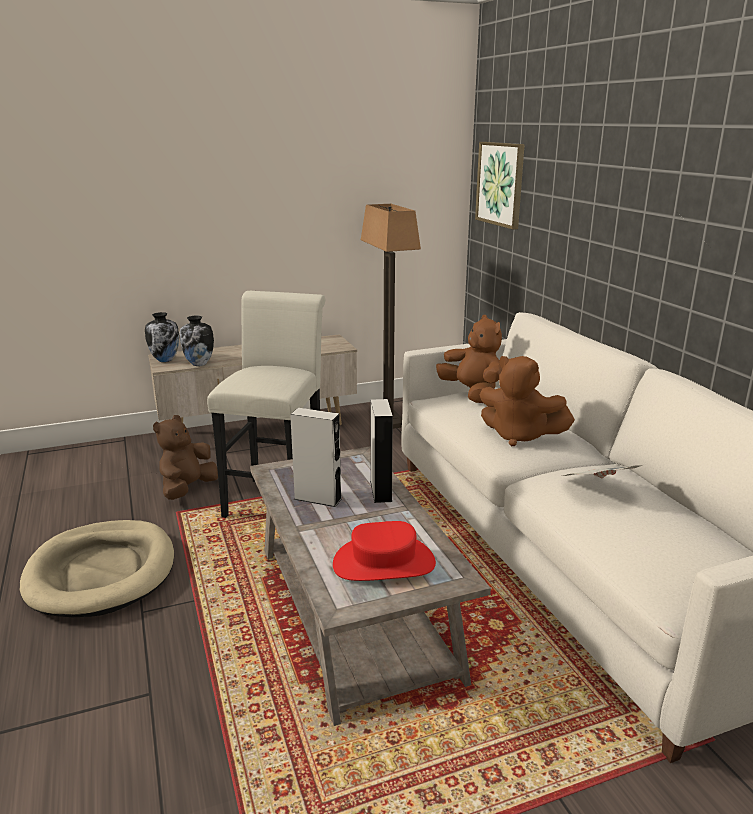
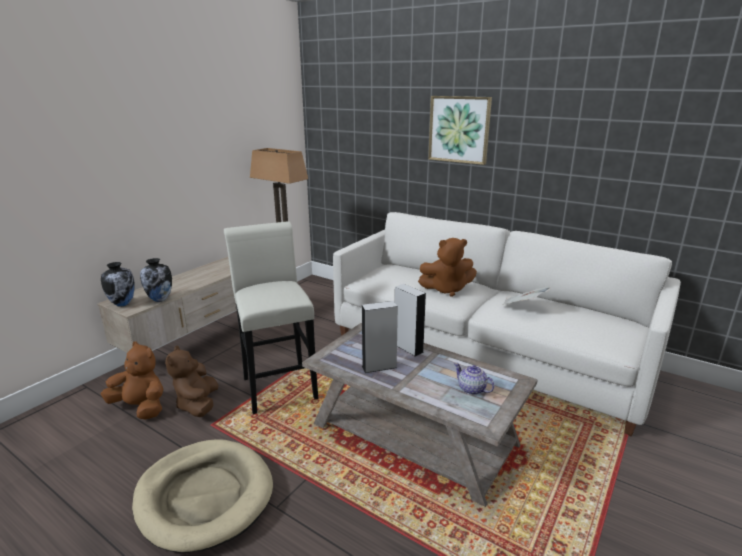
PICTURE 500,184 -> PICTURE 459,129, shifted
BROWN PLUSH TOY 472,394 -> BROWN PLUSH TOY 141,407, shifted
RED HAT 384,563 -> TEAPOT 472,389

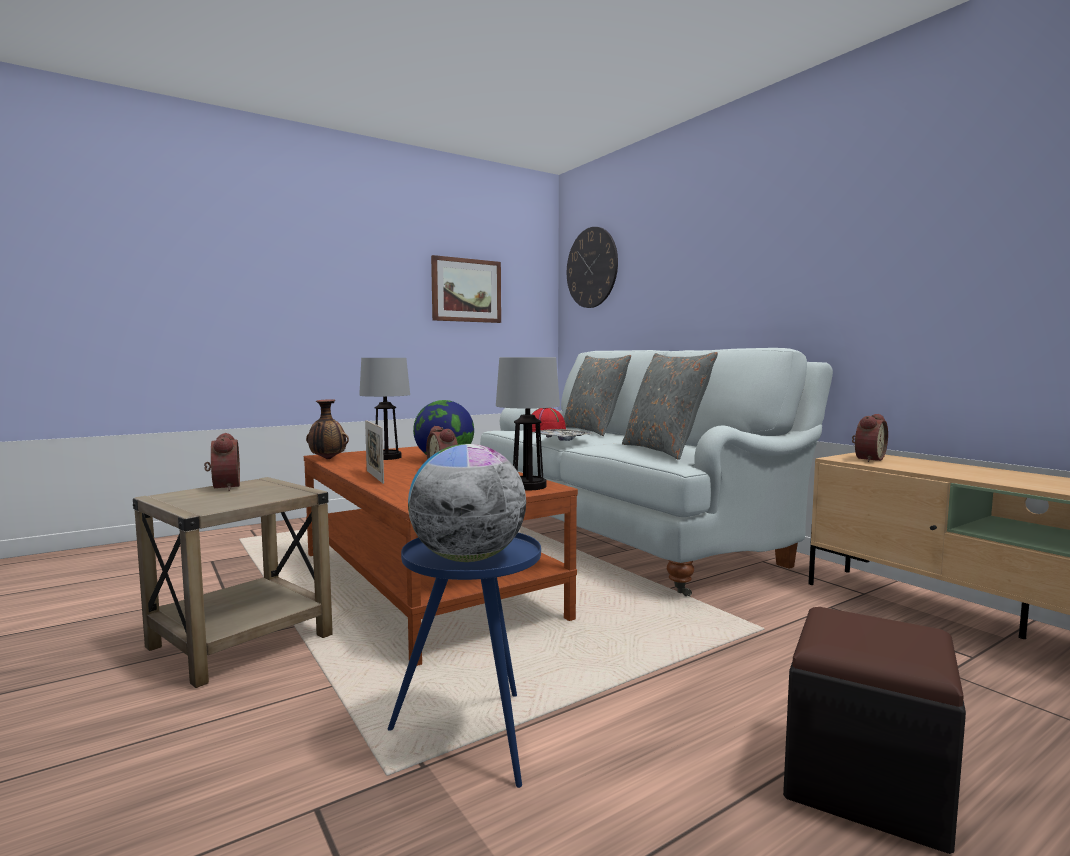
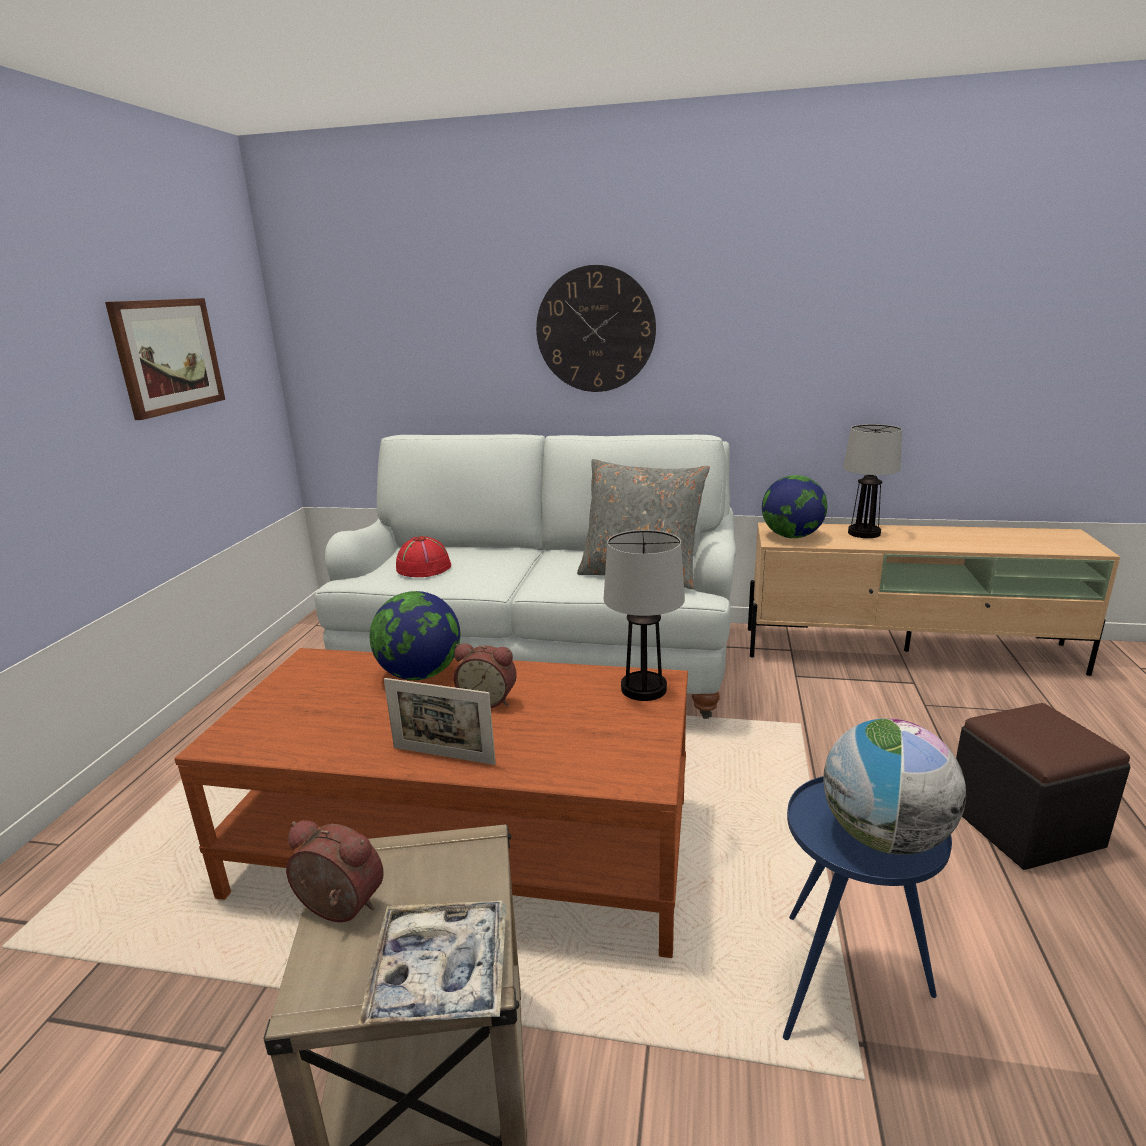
WALL CLOCK 591,268 -> WALL CLOCK 595,330, shifted
GREY PILLOW 593,431 -> none
TABLE LAMP 387,457 -> TABLE LAMP 863,533, shifted
VASE 327,459 -> none
ALARM CLOCK 867,459 -> GLOBE 792,536
TRAY 562,439 -> TRAY 440,972, shifted

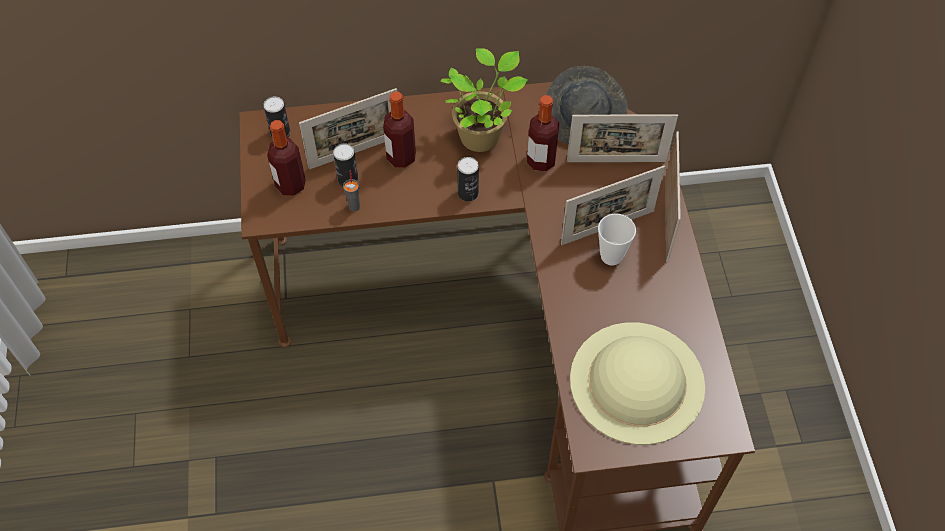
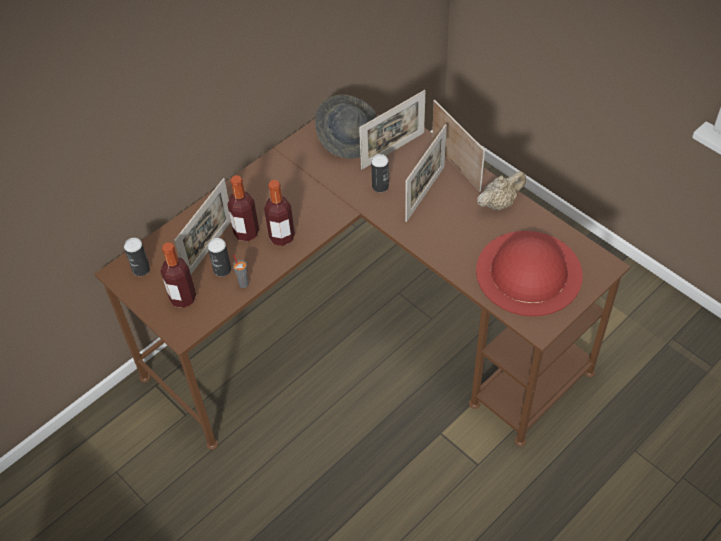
POTTED PLANT 482,135 -> none
BOTTLE 541,161 -> BOTTLE 282,237, shifted
CAN 468,193 -> CAN 380,186, shifted
CUP 611,256 -> none
BEIGE HAT 636,381 -> RED HAT 528,272
none -> BEIGE TEAPOT 499,203

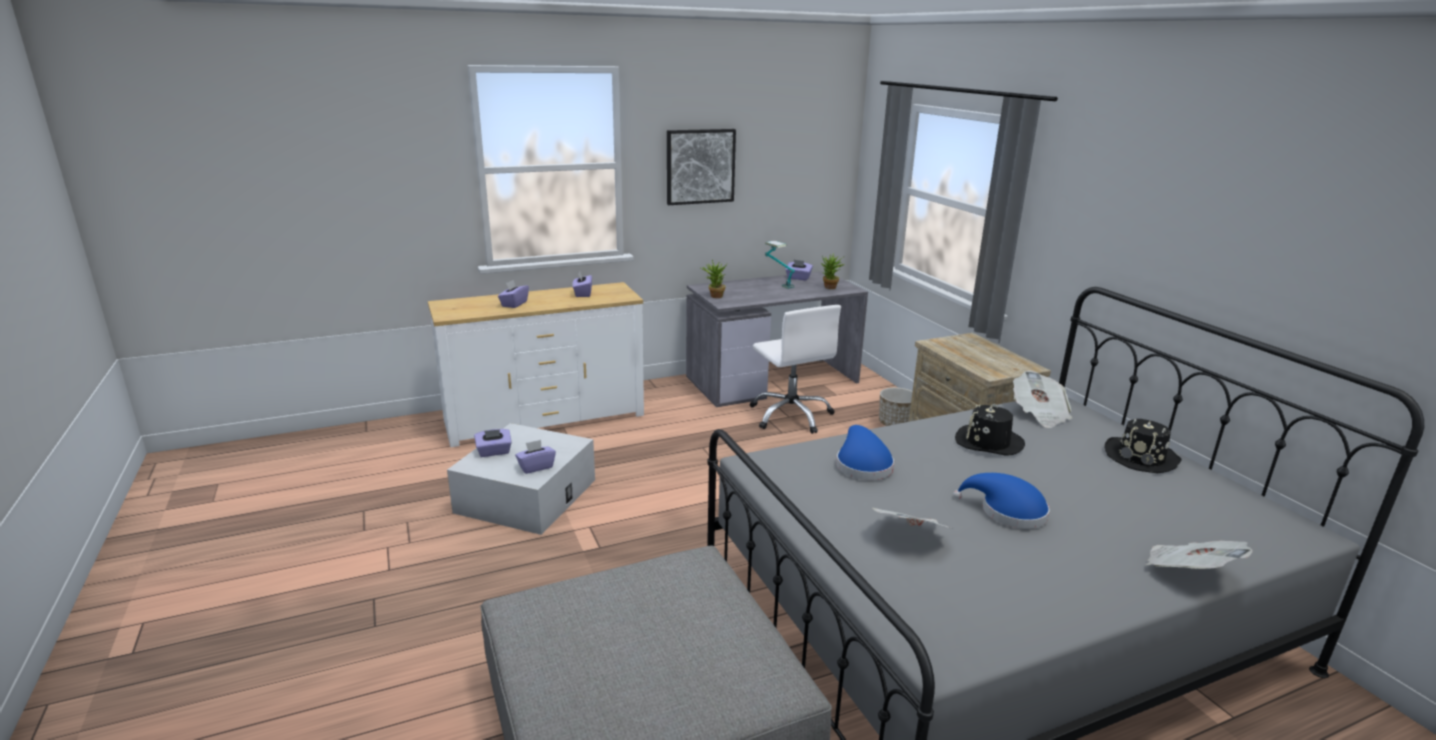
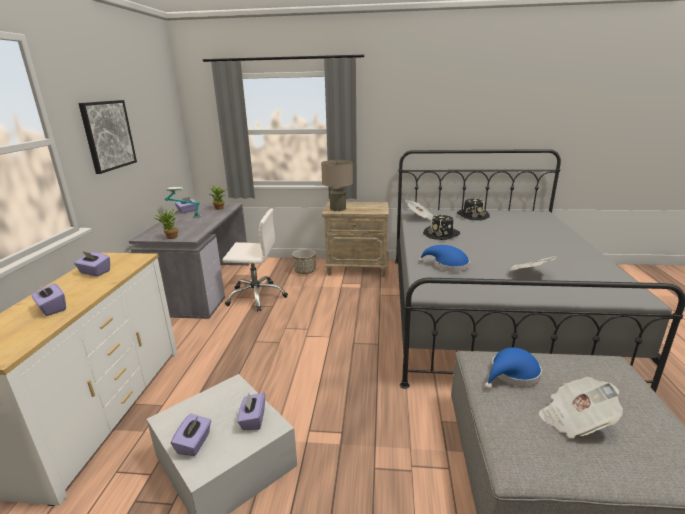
BLUE HAT 1007,512 -> BLUE HAT 512,374, shifted
NEWSPAPER 1188,572 -> NEWSPAPER 575,420, shifted
none -> BEIGE TABLE LAMP 338,208

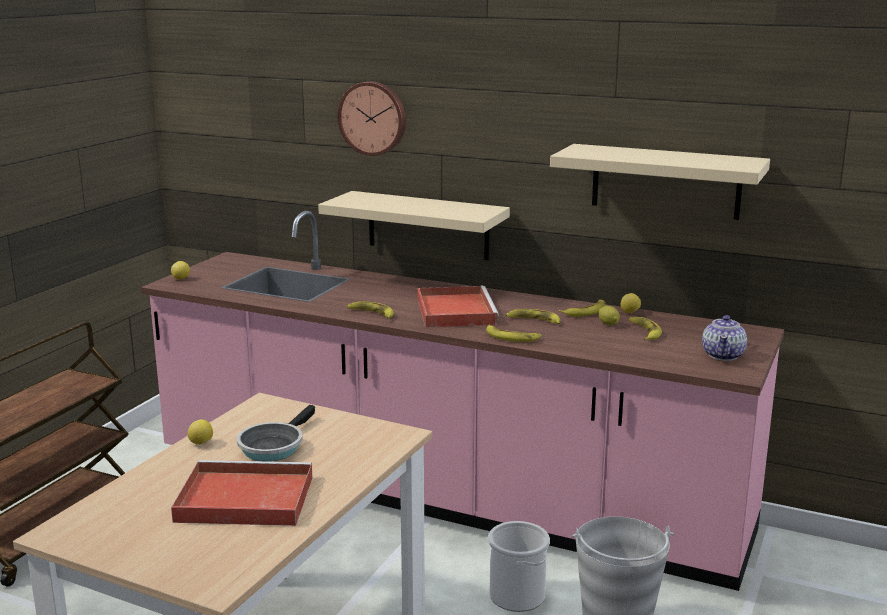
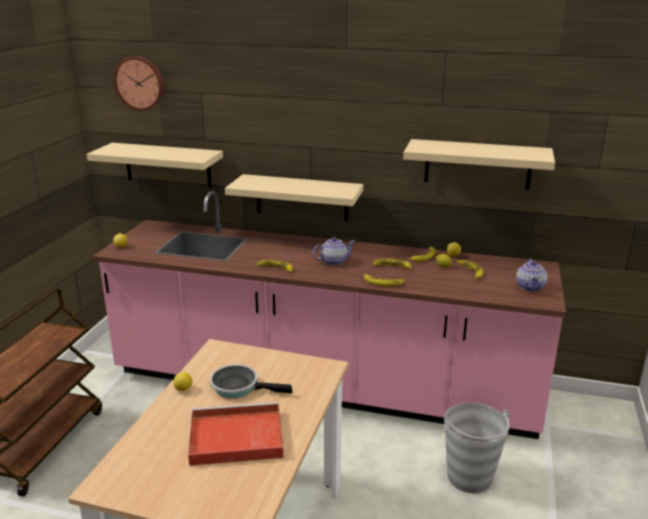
WALL CLOCK 373,118 -> WALL CLOCK 140,83, shifted
RED TRAY 454,310 -> TEAPOT 333,262
FRYING PAN 273,446 -> FRYING PAN 239,387, 90 degrees clockwise
BUCKET 517,596 -> none
none -> BEIGE SHELF 168,165

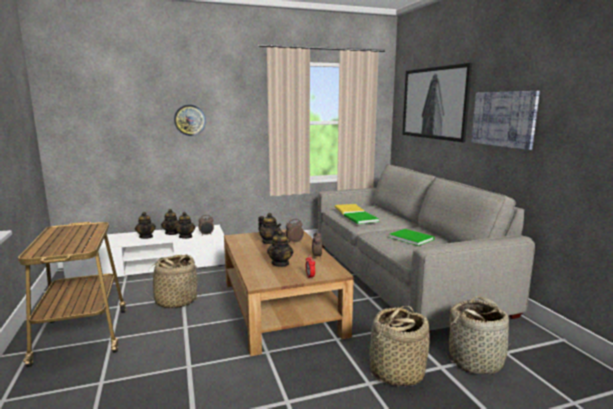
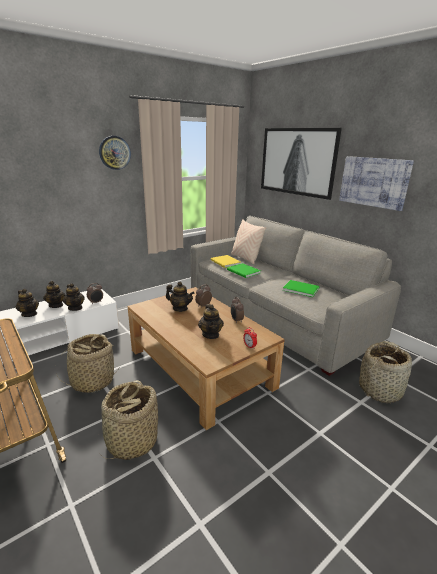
WALL CLOCK 189,120 -> WALL CLOCK 114,152, shifted
BASKET 396,372 -> BASKET 131,441, shifted
none -> BEIGE PILLOW 245,258

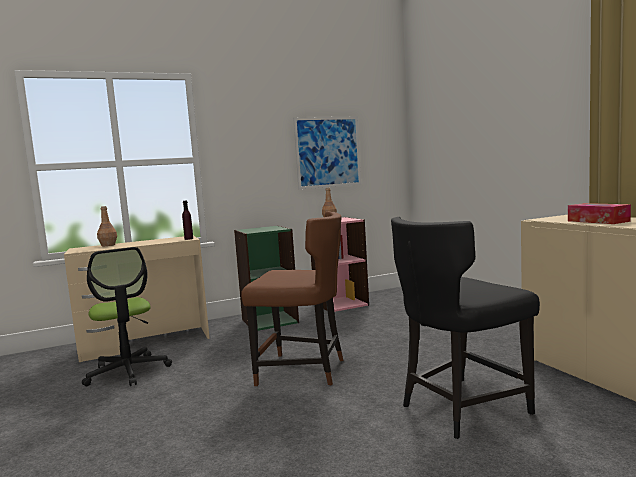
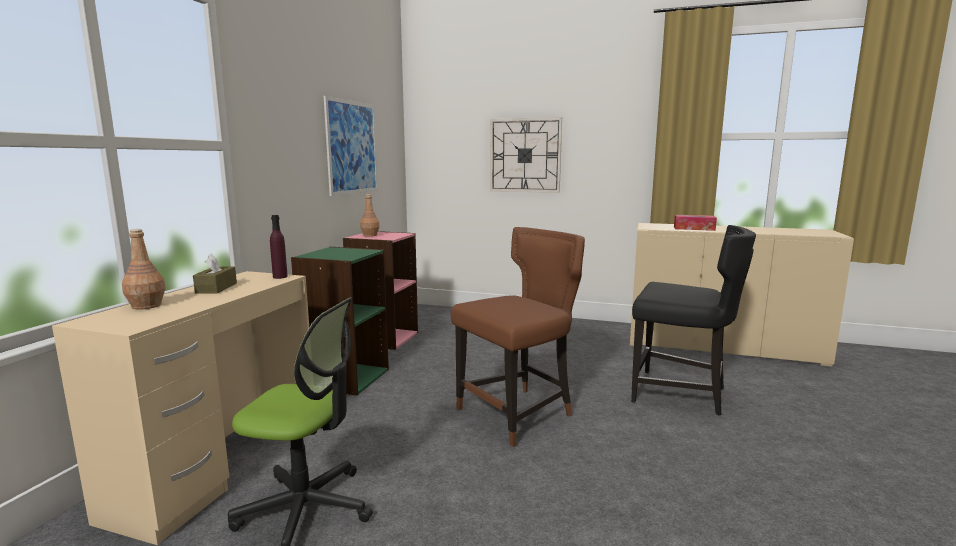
BLACK CHAIR 460,408 -> BLACK CHAIR 680,394, 75 degrees counterclockwise
none -> WALL CLOCK 525,155
none -> BROWN TISSUE BOX 216,288

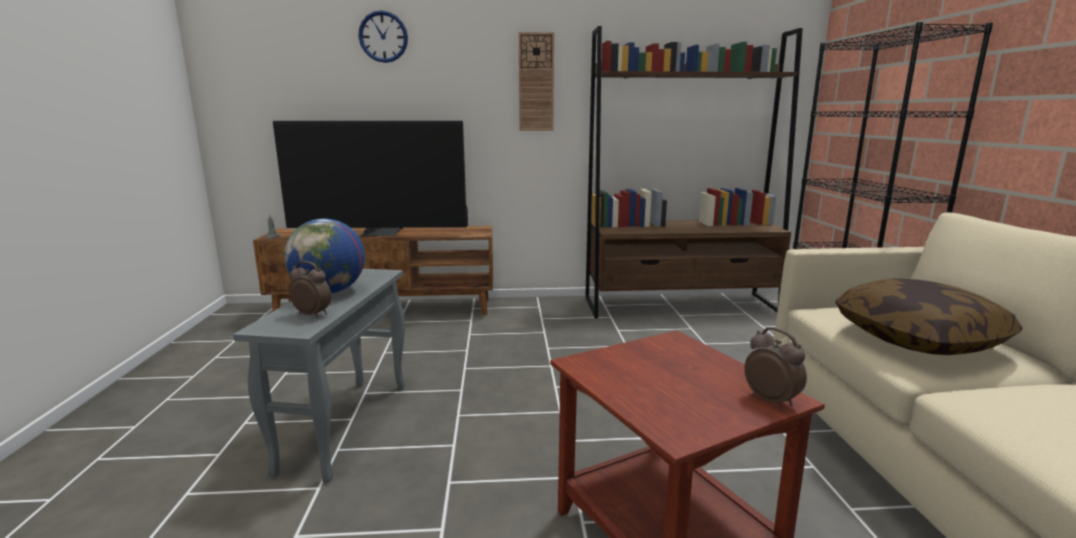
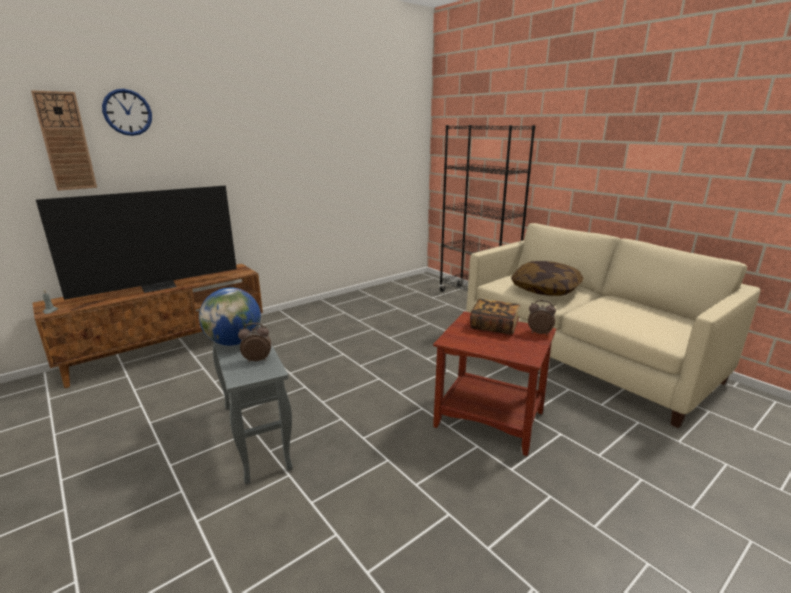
BROWN BOOKCASE 680,305 -> none
WALL CLOCK 536,82 -> WALL CLOCK 65,141, shifted
none -> BOOK 494,326

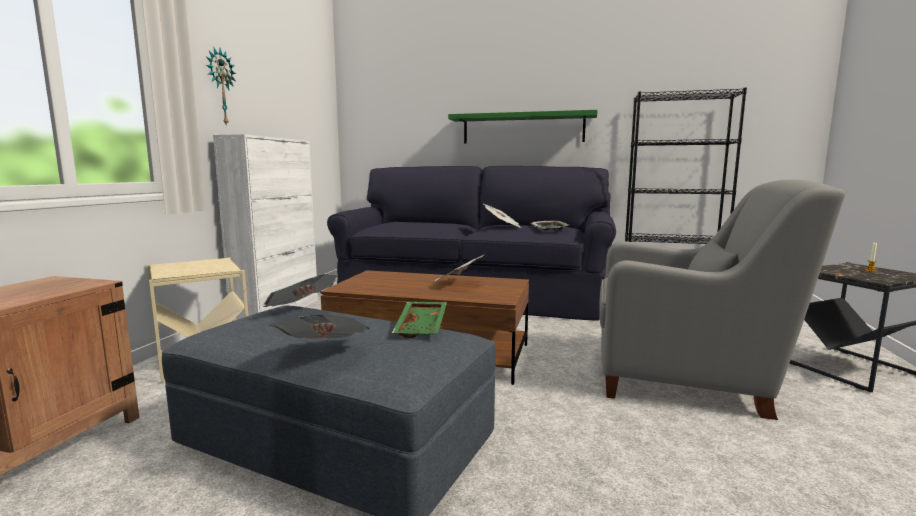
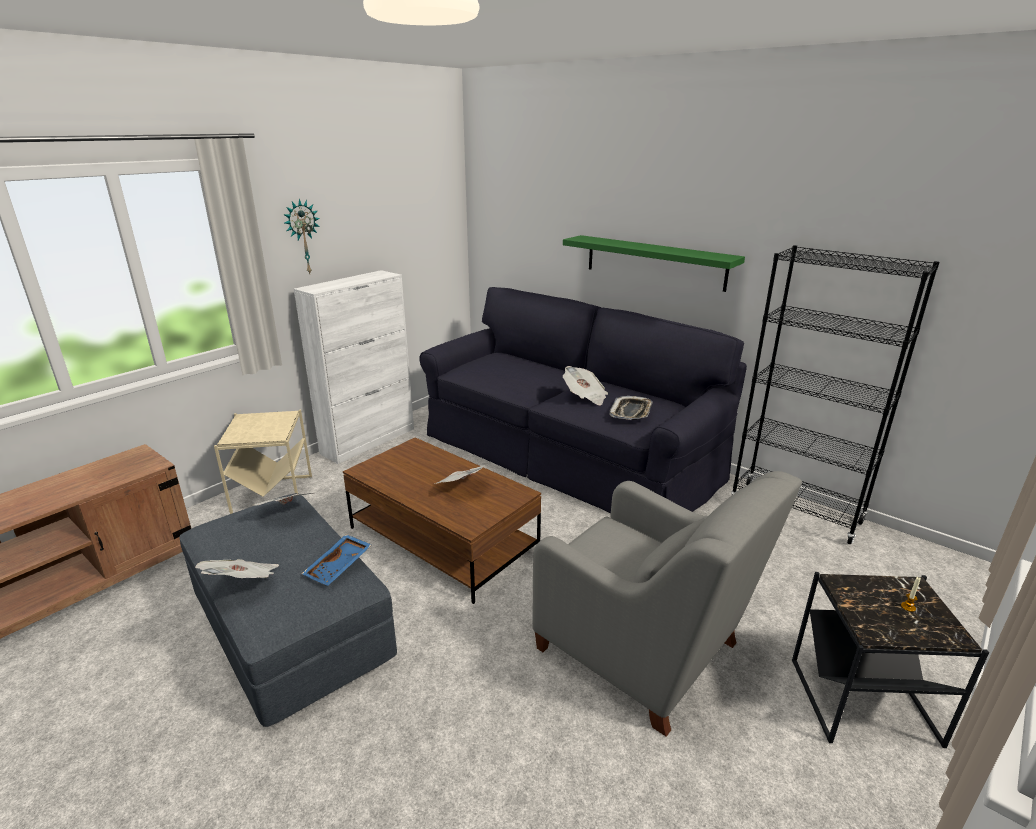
GREEN TRAY 423,327 -> BLUE TRAY 339,567

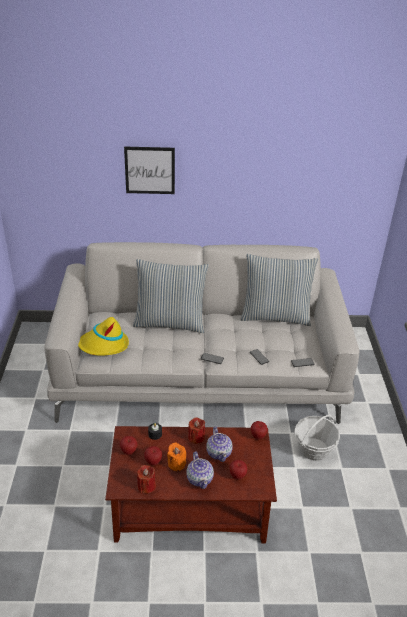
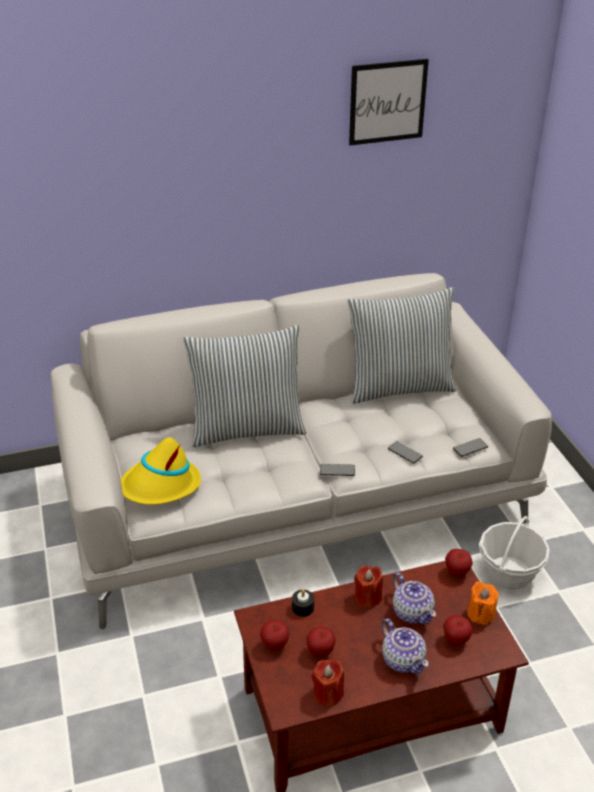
PICTURE 150,170 -> PICTURE 387,102, shifted
ORANGE CANDLE 176,464 -> ORANGE CANDLE 480,614, shifted

